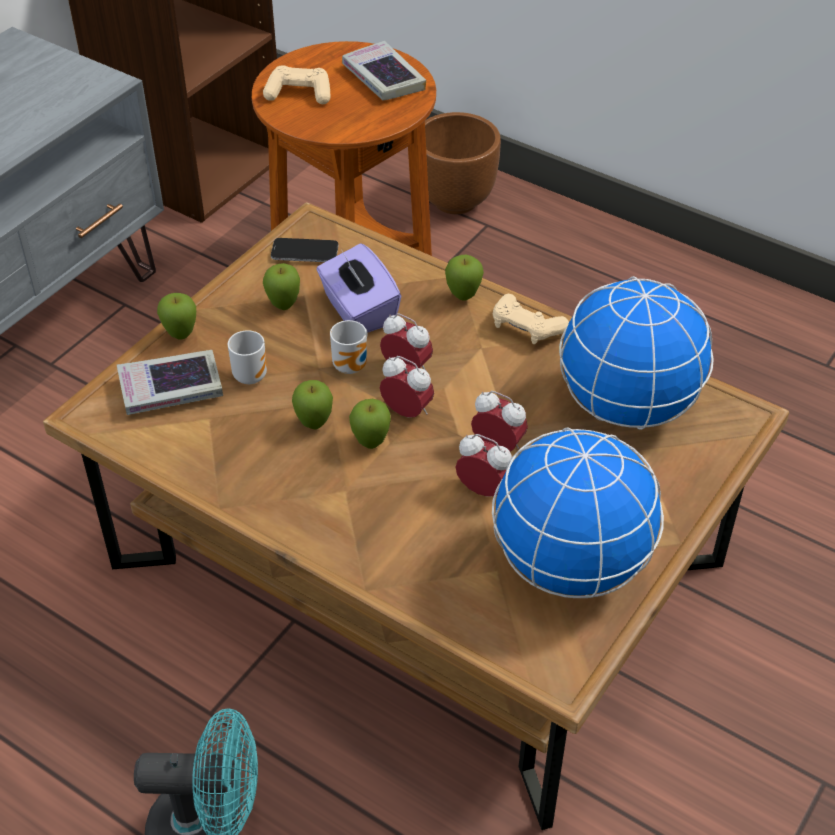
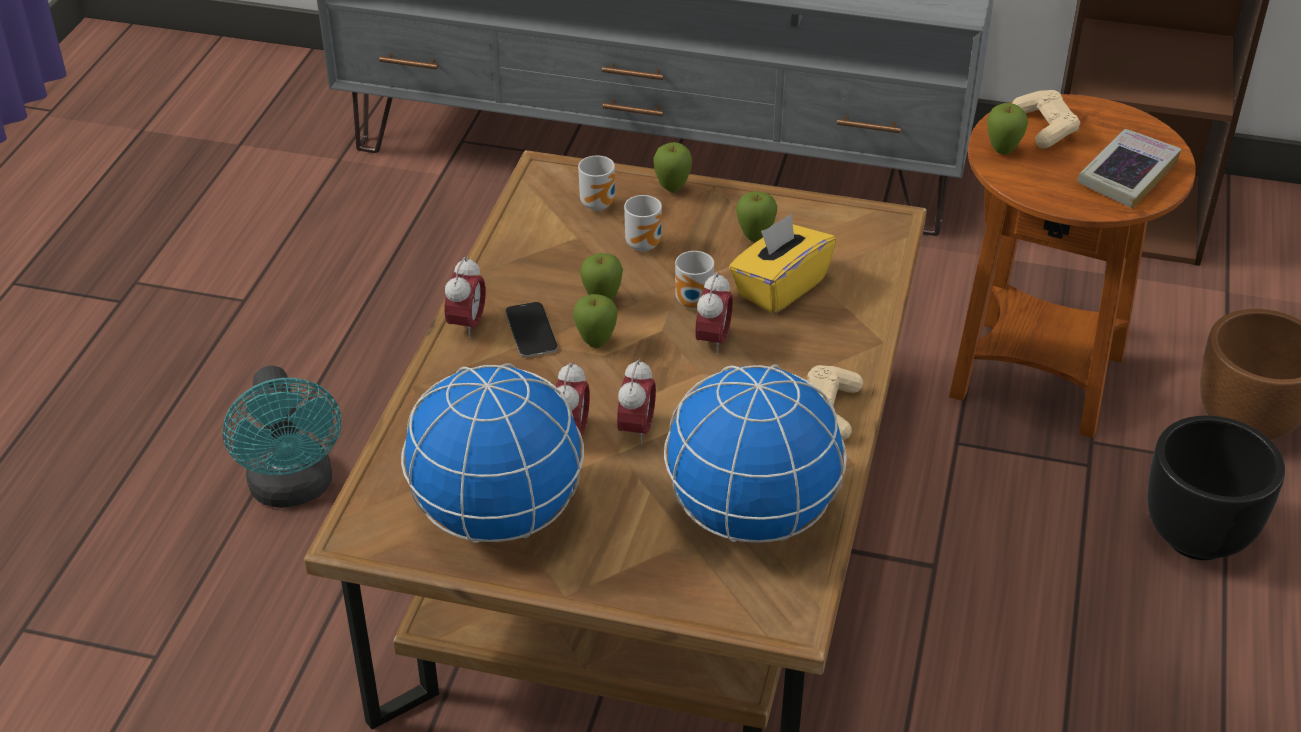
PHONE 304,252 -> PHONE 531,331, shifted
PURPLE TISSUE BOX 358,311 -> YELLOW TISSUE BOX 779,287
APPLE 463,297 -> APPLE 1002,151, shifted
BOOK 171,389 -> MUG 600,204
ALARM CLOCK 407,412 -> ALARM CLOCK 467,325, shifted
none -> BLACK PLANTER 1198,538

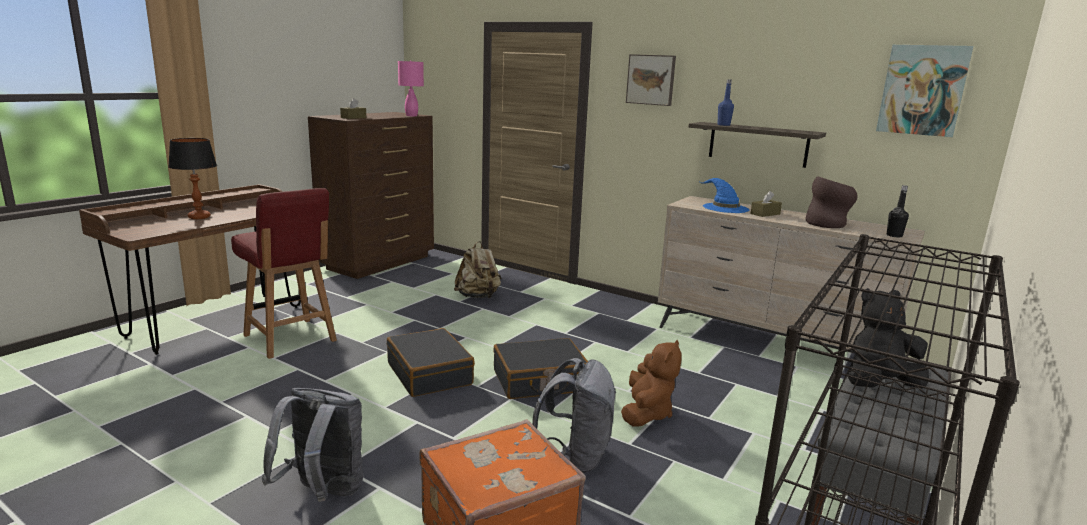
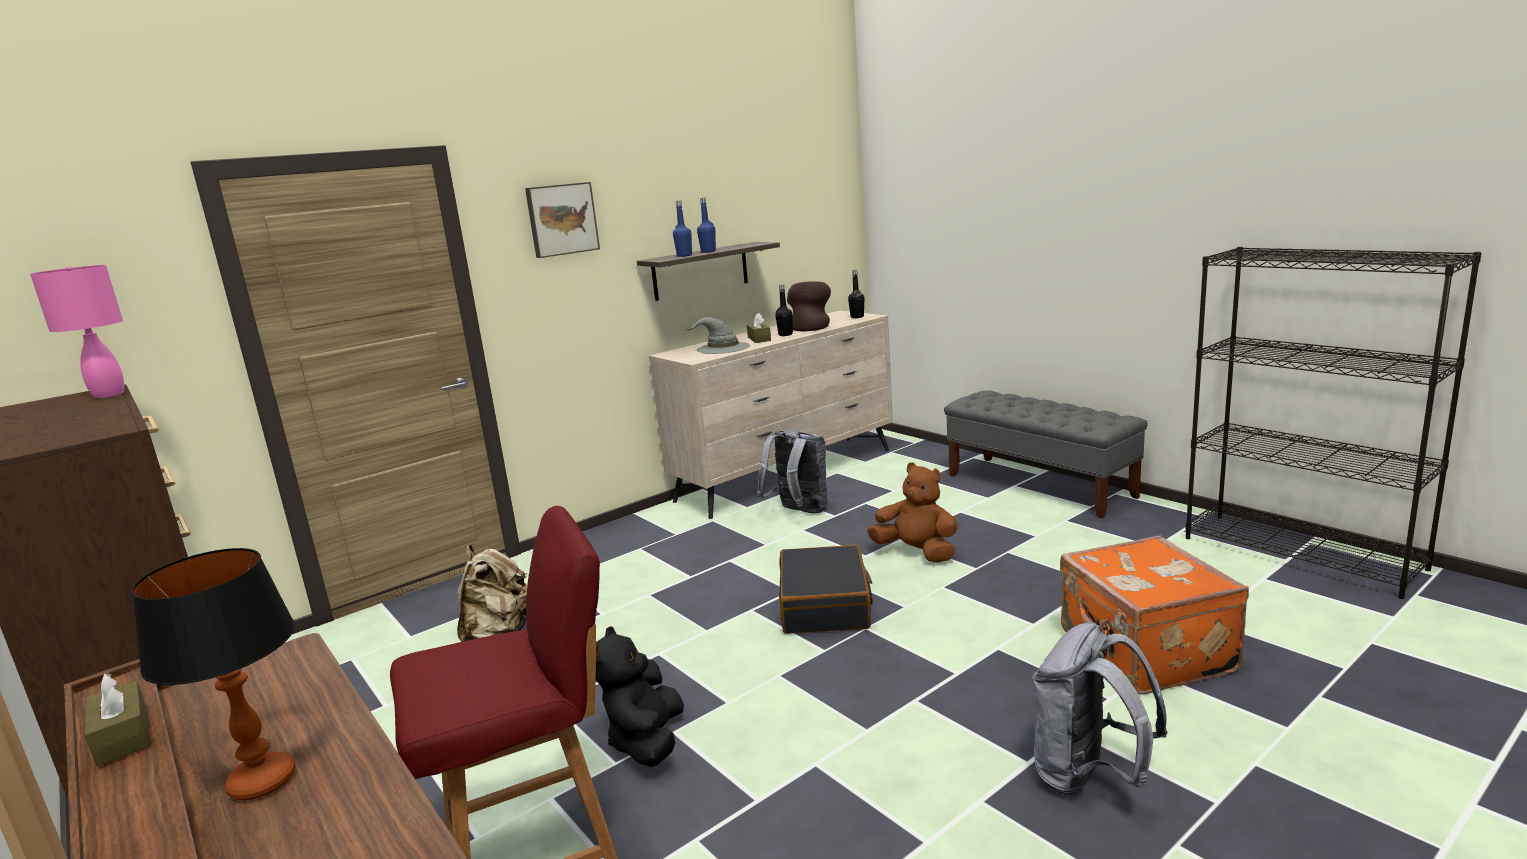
PICTURE 922,90 -> none
BROWN TISSUE BOX 353,118 -> BROWN TISSUE BOX 123,736, shifted
BLUE HAT 724,208 -> GREY HAT 722,348
BLACK PLUSH TOY 879,385 -> BLACK PLUSH TOY 647,741, shifted
BLACK SUITCASE 430,374 -> none
GREY BACKPACK 575,457 -> GREY BACKPACK 798,512, shifted
none -> BLUE BOTTLE 708,251
none -> BLACK BOTTLE 785,334

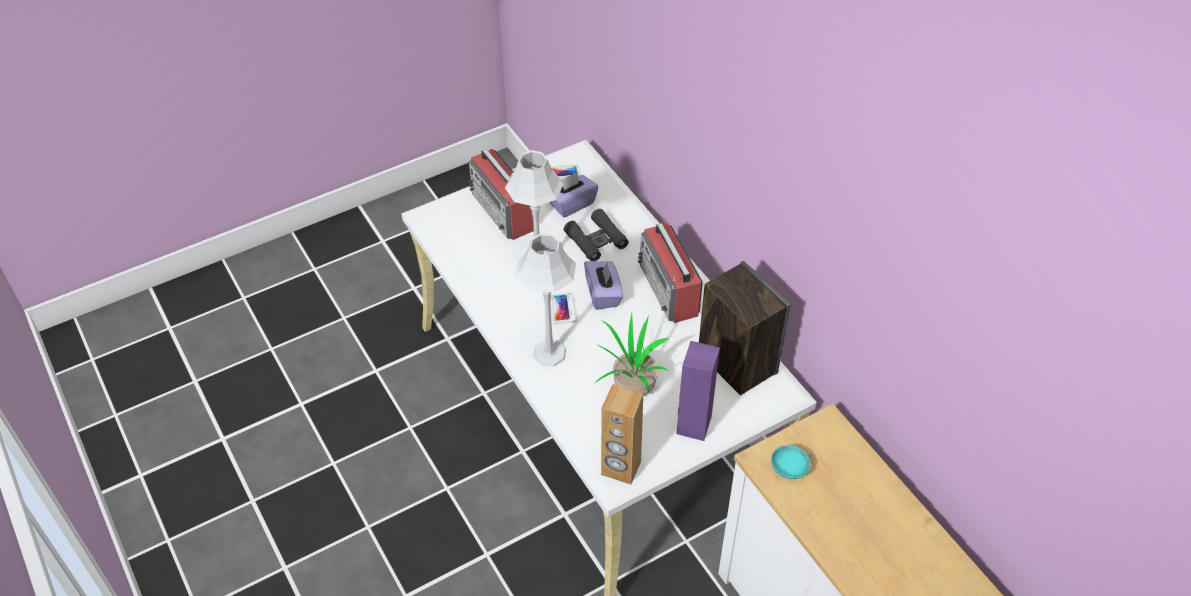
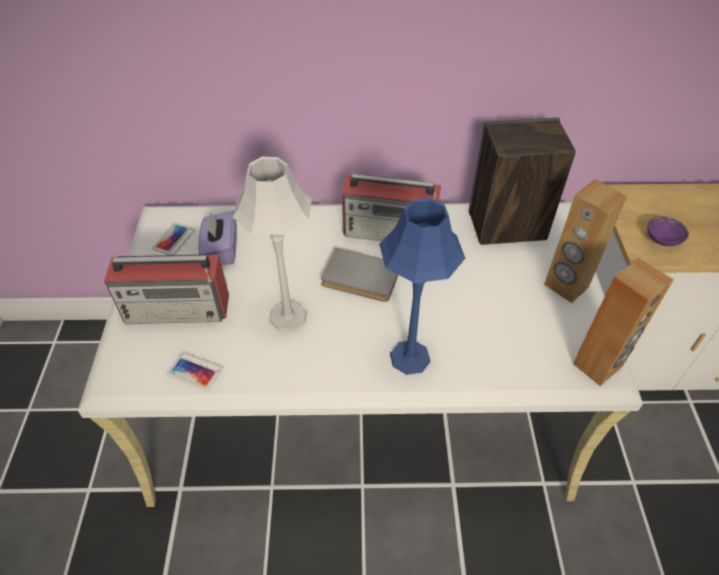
BLACK BINOCULARS 596,240 -> none
GREY TABLE LAMP 550,353 -> BLUE TABLE LAMP 410,357
PURPLE TISSUE BOX 603,294 -> GREY BOOK 360,278
PHONE 563,308 -> PHONE 195,371, shifted
POTTED PLANT 631,386 -> none
PURPLE SPEAKER 693,425 -> BROWN SPEAKER 565,286
TURQUOISE BOWL 789,468 -> PURPLE BOWL 663,239

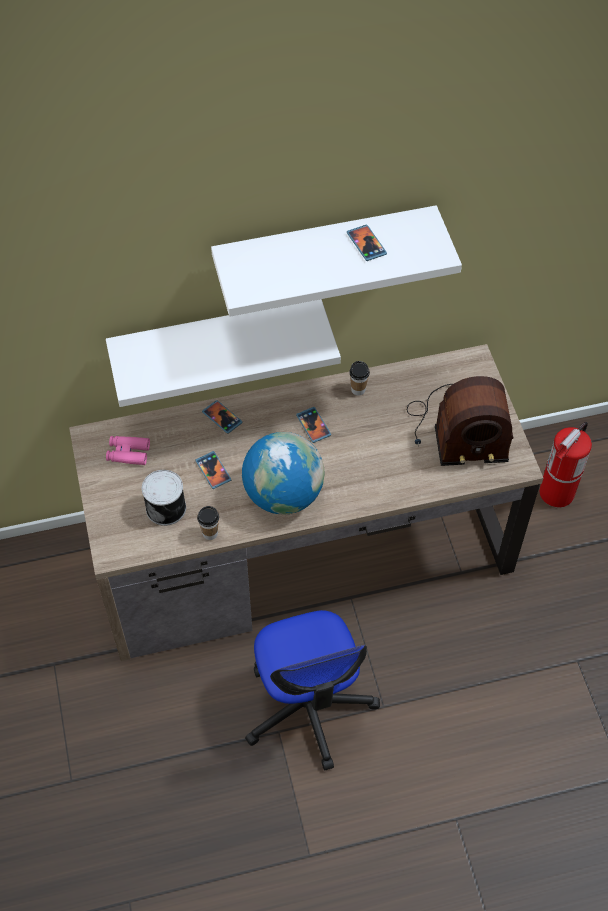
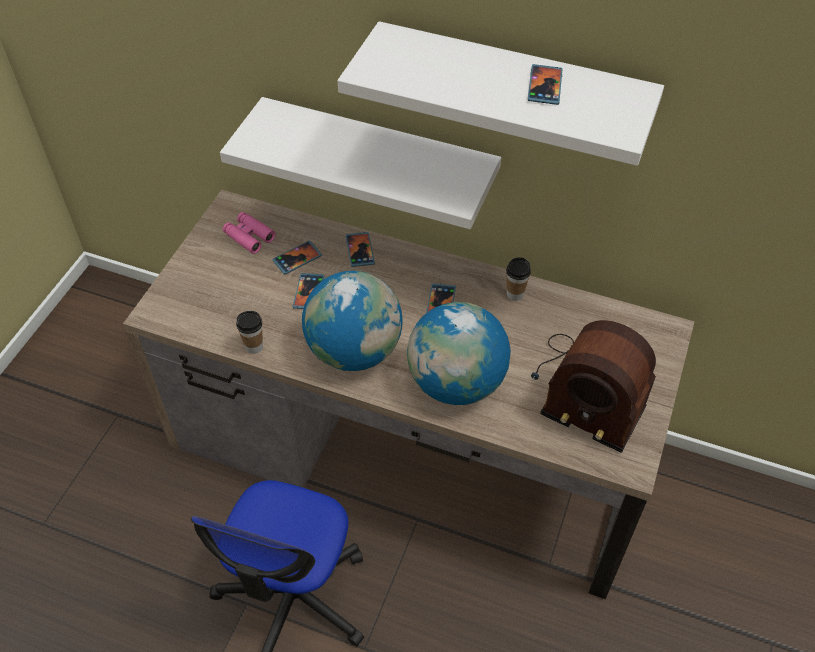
FIRE EXTINGUISHER 556,493 -> none
CAN 167,507 -> none
none -> PHONE 297,259
none -> GLOBE 456,383

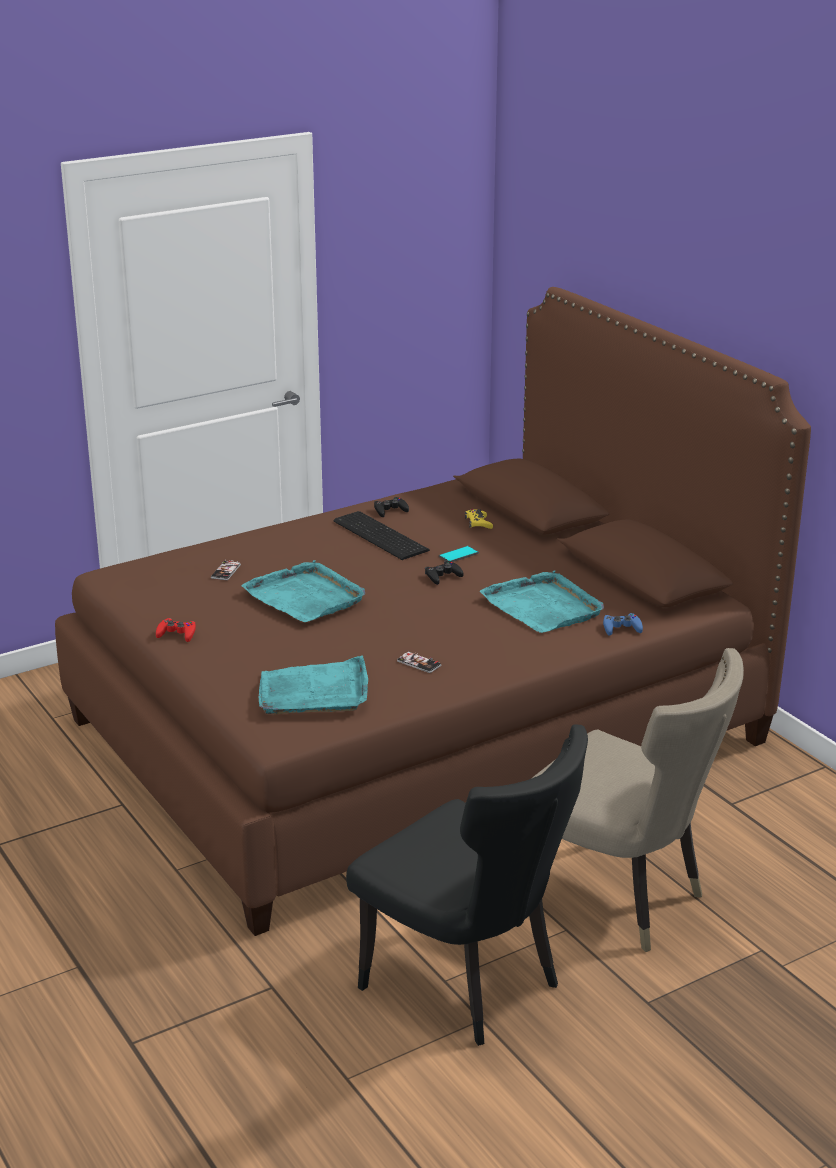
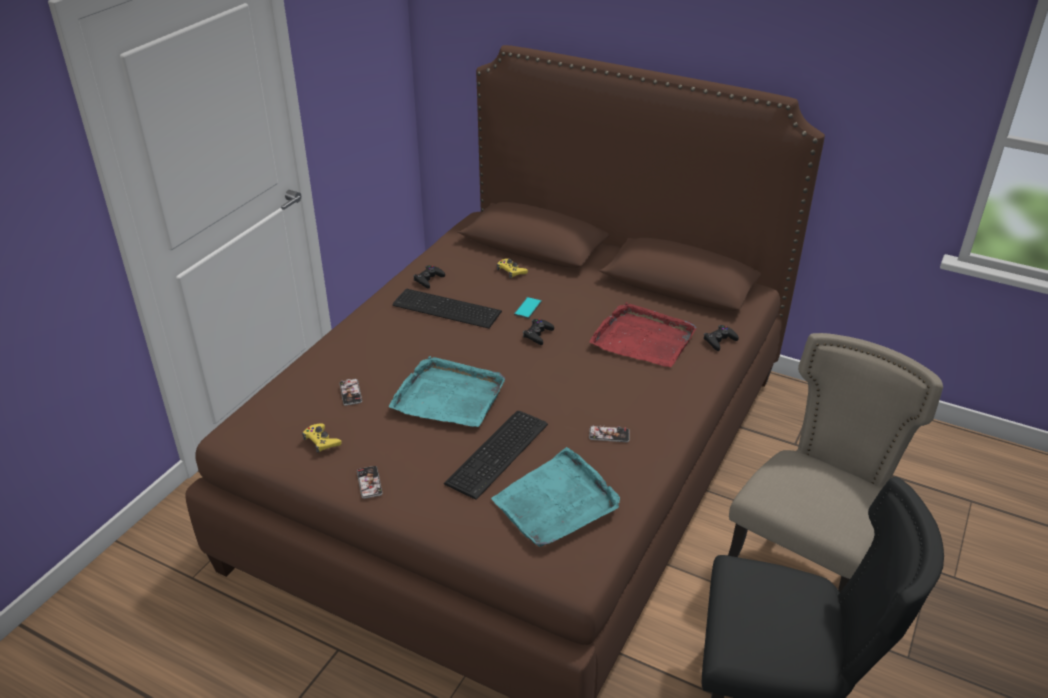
TURQUOISE TRAY 543,606 -> RED TRAY 643,339
BLUE GAME CONTROLLER 621,628 -> BLACK GAME CONTROLLER 719,341
RED GAME CONTROLLER 177,634 -> PHONE 369,482
BEIGE CHAIR 621,900 -> BEIGE CHAIR 806,566, 60 degrees counterclockwise
none -> KEYBOARD 500,453
none -> YELLOW GAME CONTROLLER 321,441

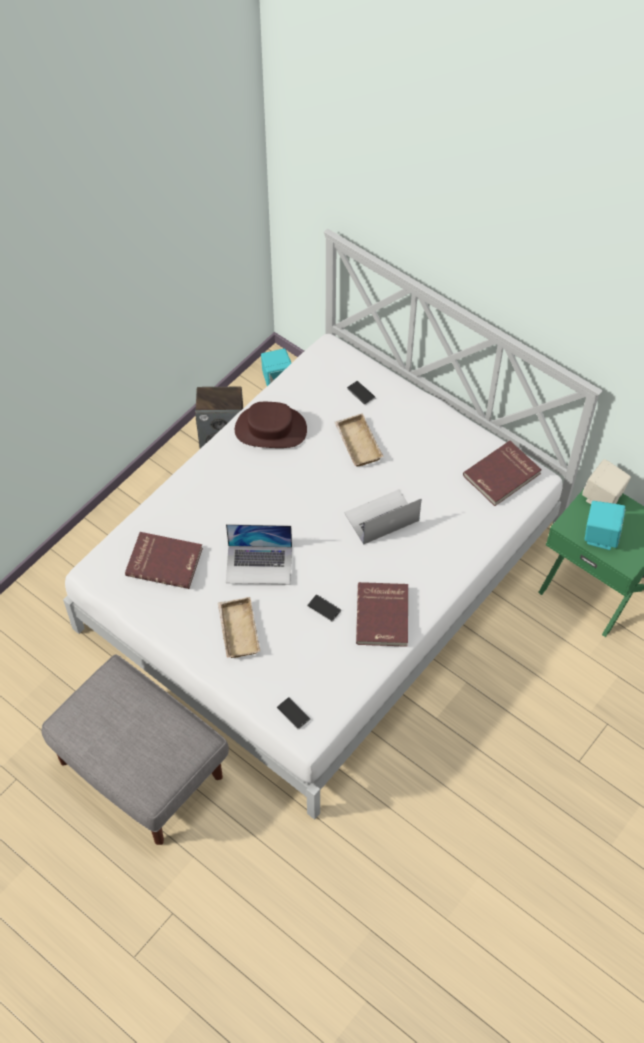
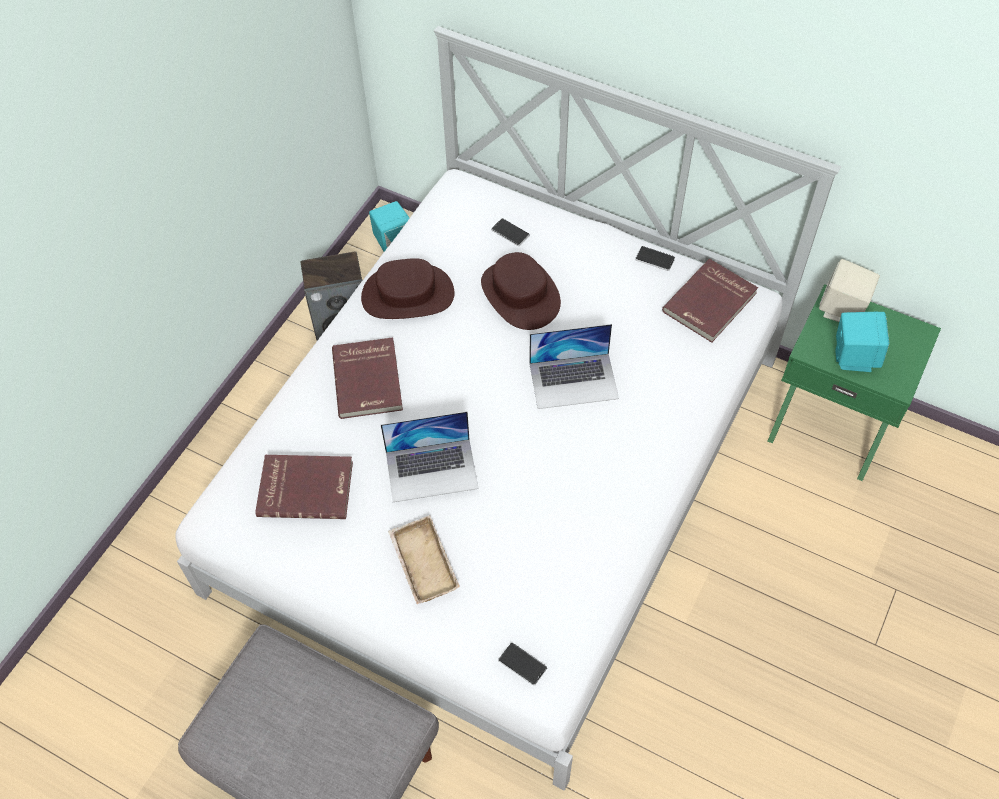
BEIGE TRAY 356,443 -> BROWN HAT 519,294
LAPTOP 381,517 -> LAPTOP 573,380, 150 degrees counterclockwise
RED BOOK 384,616 -> RED BOOK 369,380, shifted
PHONE 324,608 -> PHONE 655,259, shifted

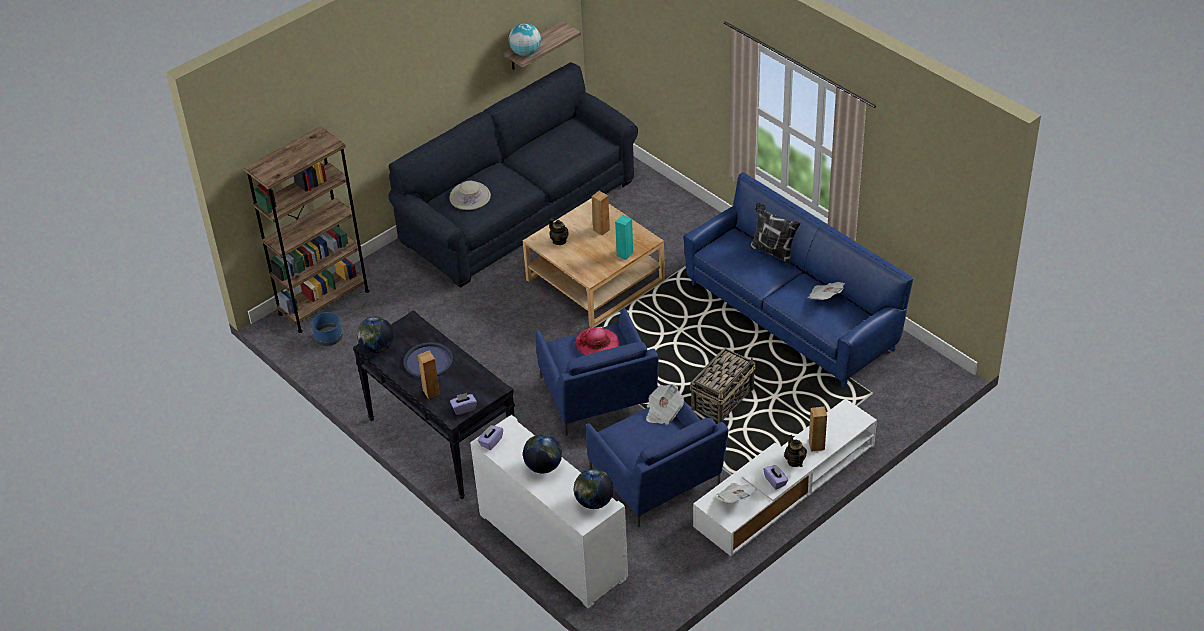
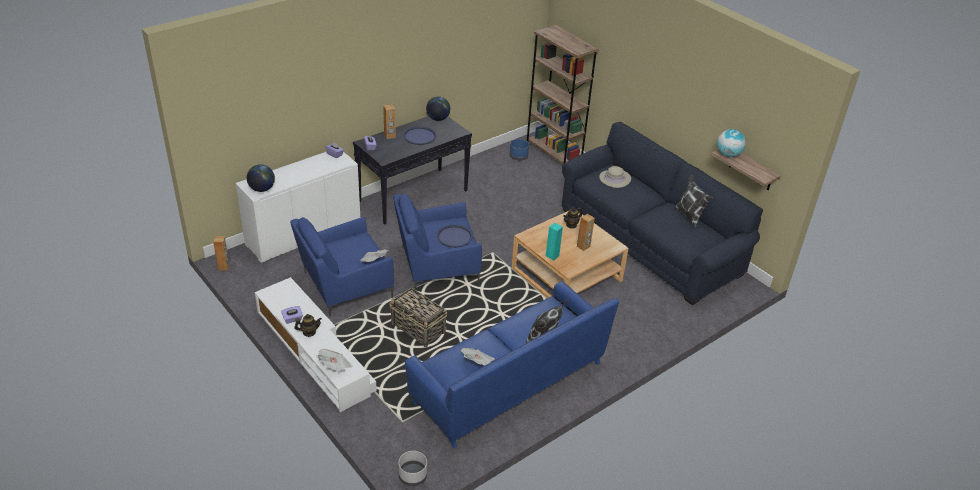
HAT 597,344 -> BLUE TRAY 454,237
BROWN SPEAKER 816,445 -> BROWN SPEAKER 224,267, shifted
GLOBE 543,467 -> none
NEWSPAPER 736,499 -> NEWSPAPER 335,366, shifted
none -> PILLOW 689,216
none -> GREY PLANTER 413,476

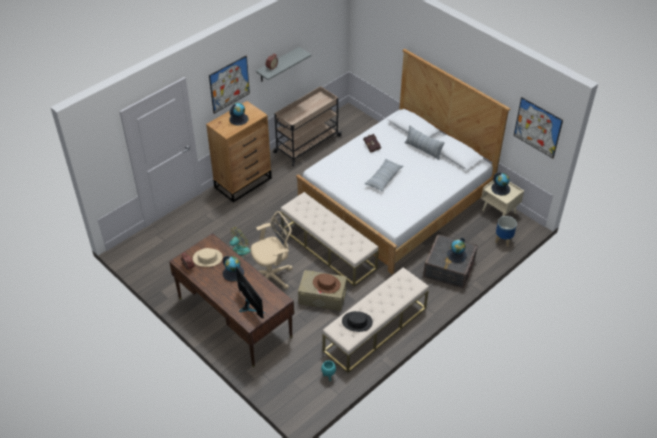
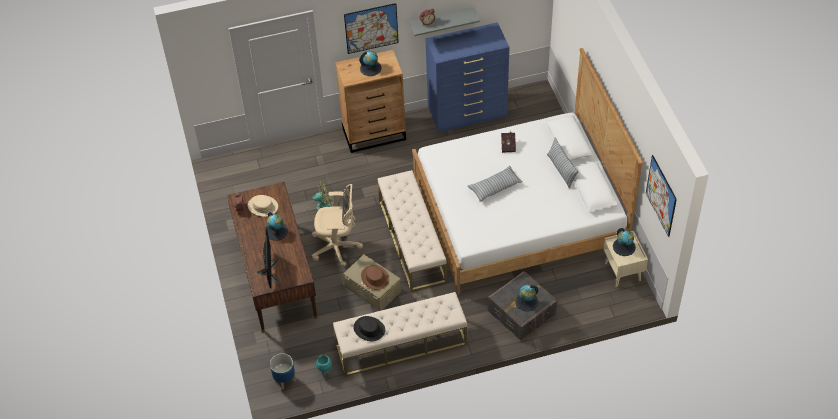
BEIGE CART 306,144 -> BLUE DRESSER 468,114
PLANTER 503,240 -> PLANTER 284,380, shifted

